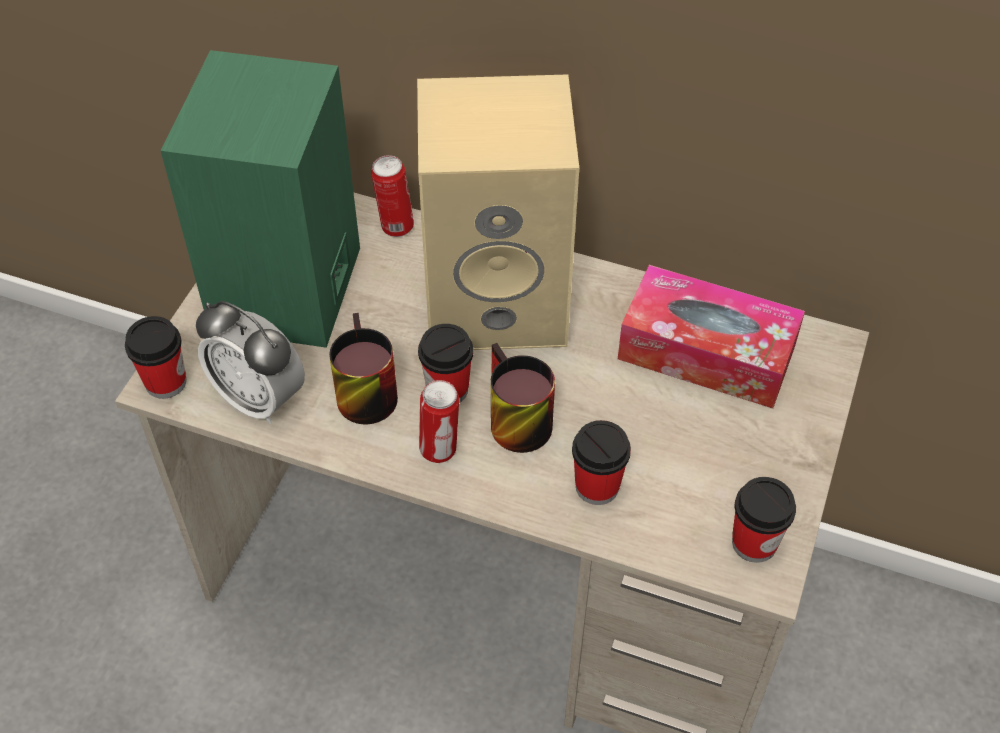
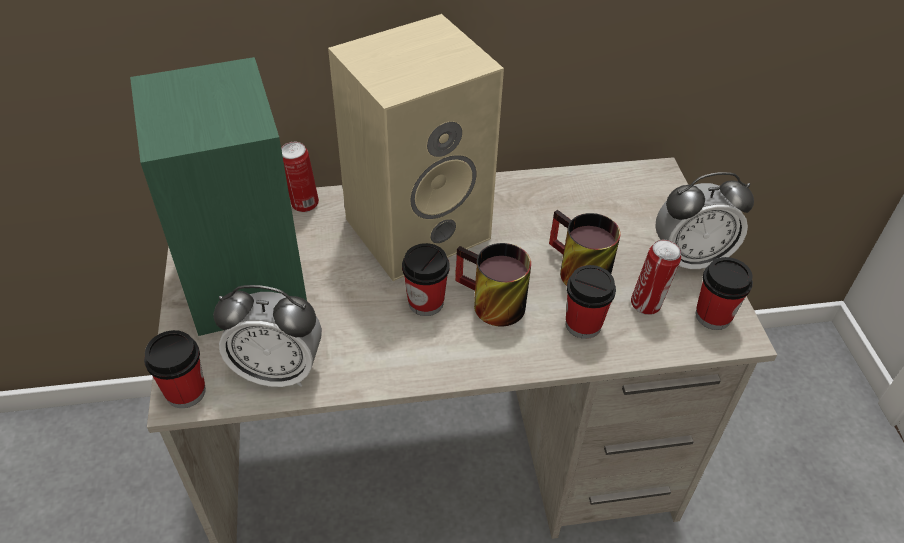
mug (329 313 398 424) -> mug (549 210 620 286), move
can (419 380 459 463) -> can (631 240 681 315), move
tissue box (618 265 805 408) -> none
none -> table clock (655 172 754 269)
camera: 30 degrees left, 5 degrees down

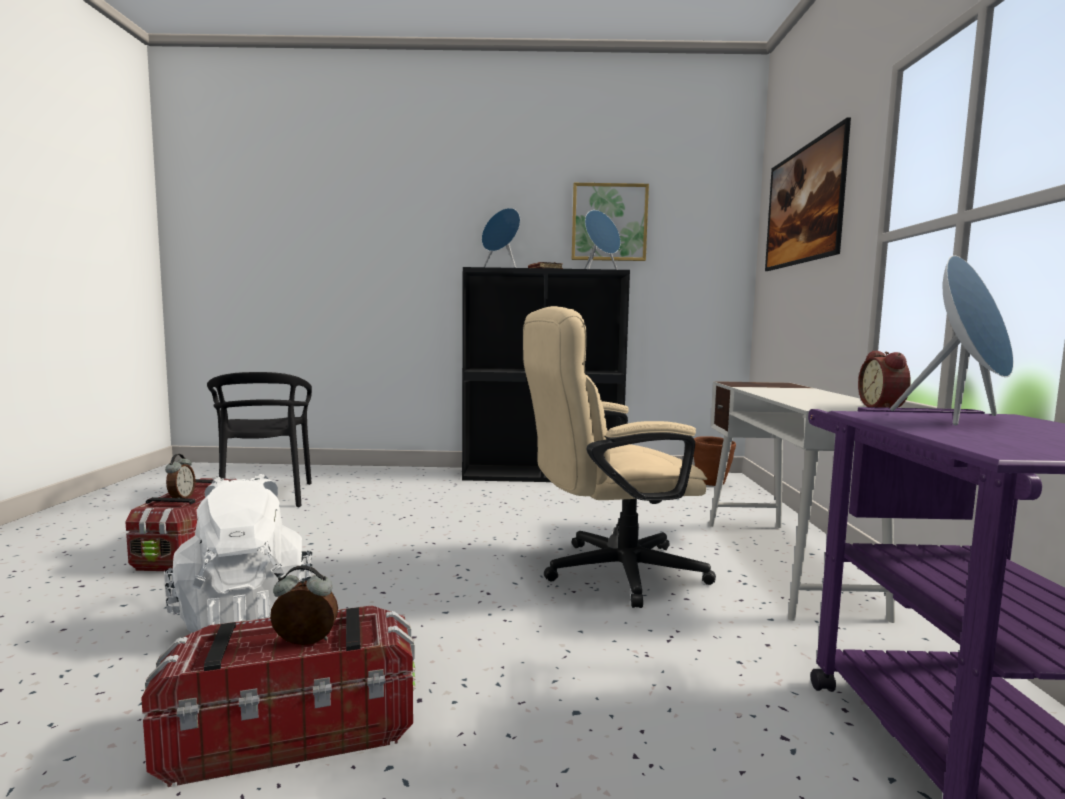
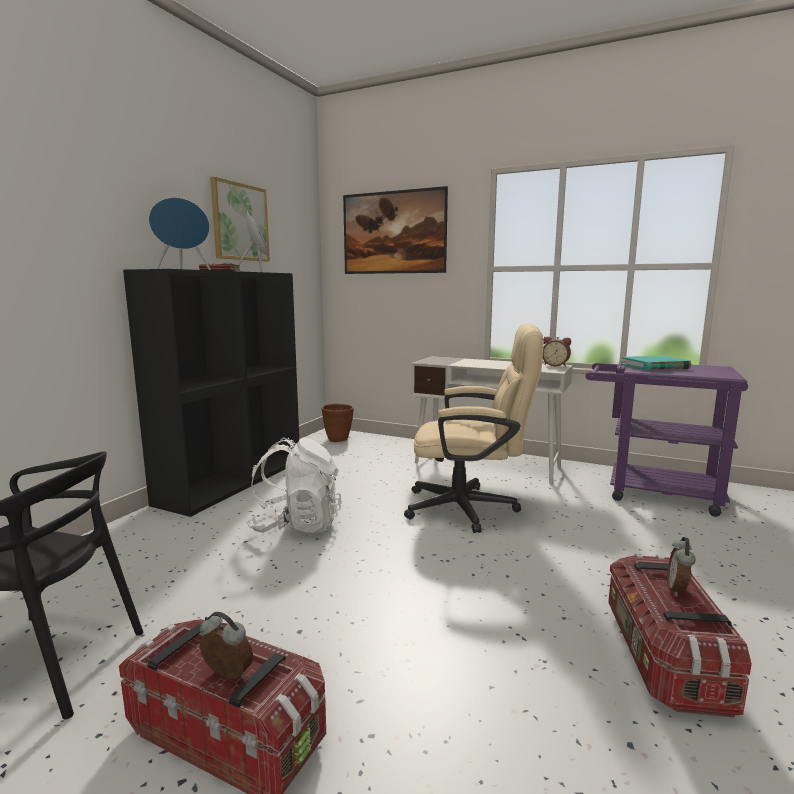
whitish backpack (164 474 313 633) -> whitish backpack (246 438 342 533), move
beige computer chair (523 306 716 608) -> beige computer chair (404 323 544 533), 90 degrees counterclockwise
blue loudspeaker (890 255 1014 425) -> blue-green book (621 356 691 371)
camera: 65 degrees left, 5 degrees up

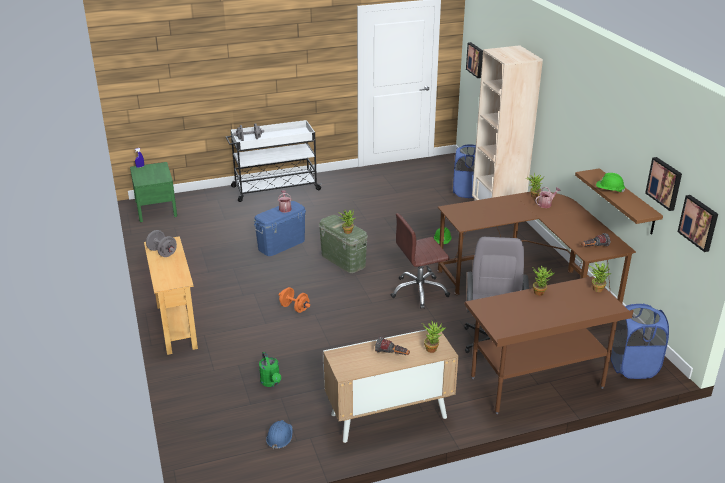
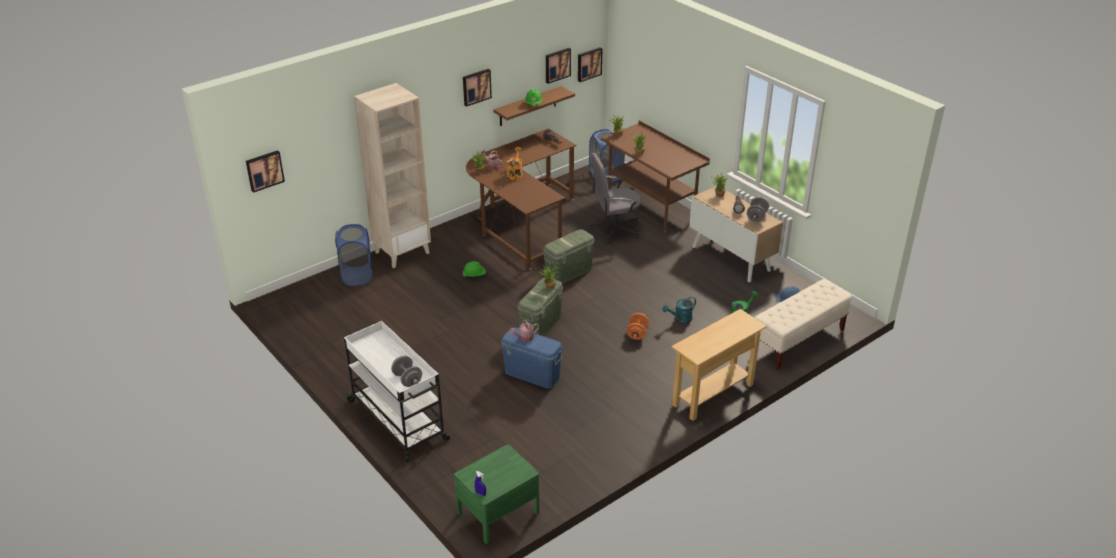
gray hand weight (146 230 177 257) -> gray hand weight (747 197 769 222), move
brown-coloured computer chair (391 213 450 309) -> green storage bin (543 229 594 284)
none -> wall picture (463 69 492 107)
none -> orangey sprinkling can (507 147 522 180)
none -> blue-green sprinkling can (662 297 696 324)
none -> beige long seat (754 279 852 370)
camera: 110 degrees left, 5 degrees up

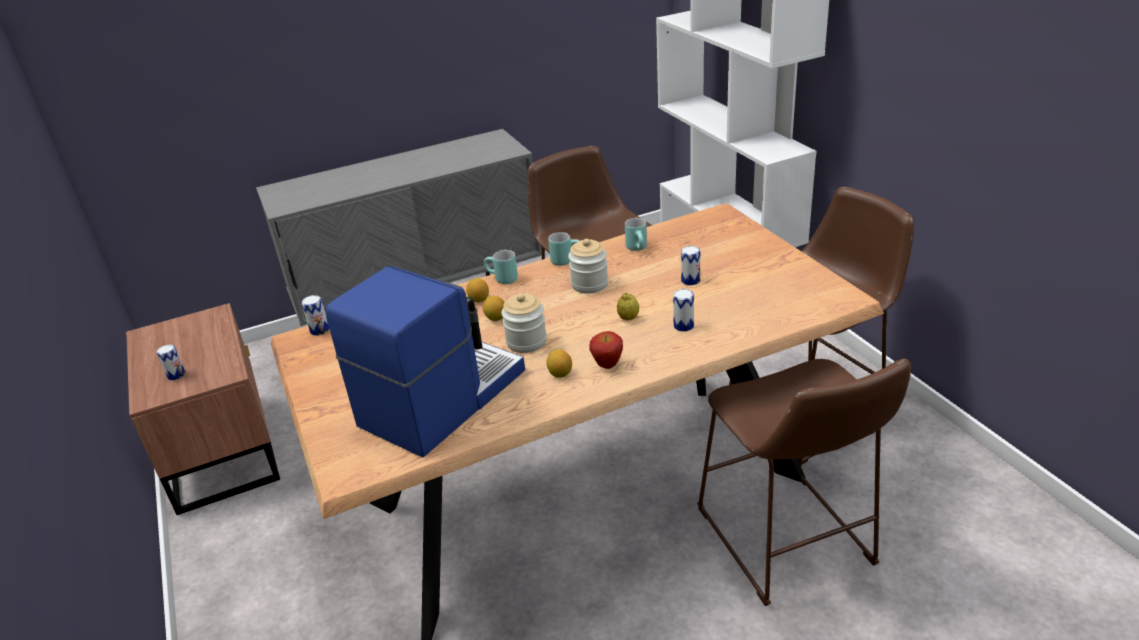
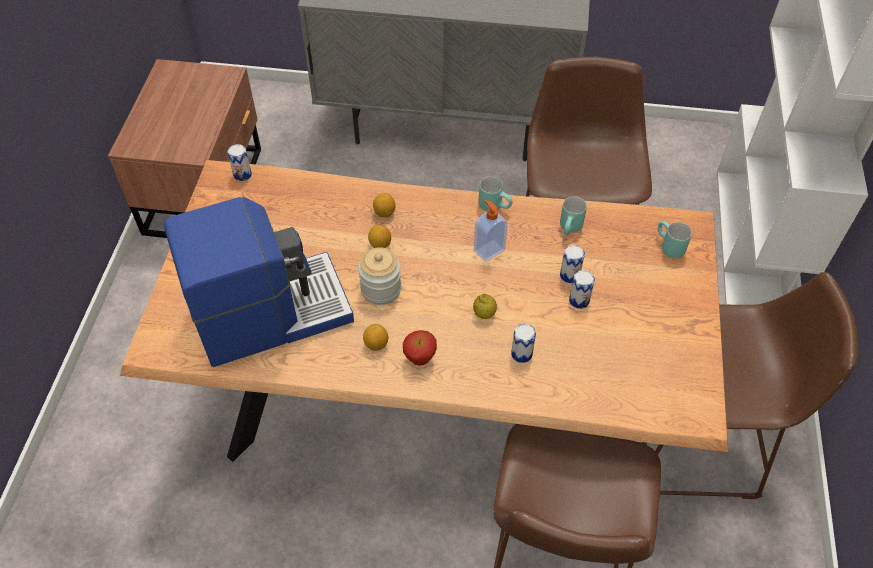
can (157 344 185 380) -> can (560 245 585 283), move
blue-green mug (484 250 518 284) -> blue-green mug (658 221 692 259), move
jar (568 239 608 294) -> soap bottle (474 200 508 262)
camera: 30 degrees right, 20 degrees up

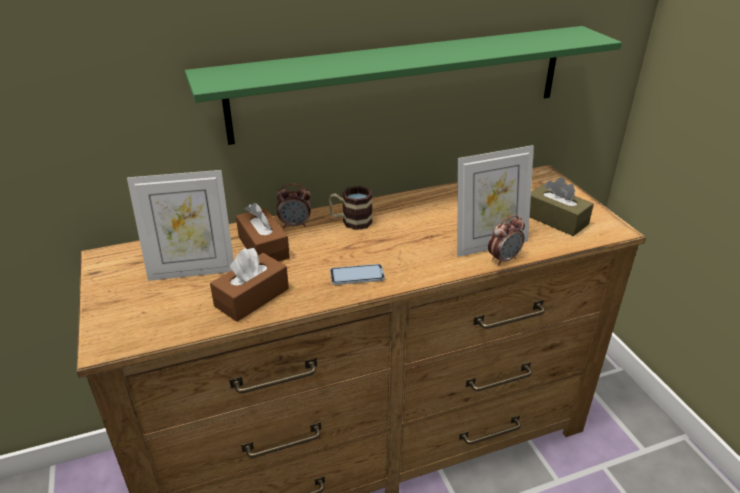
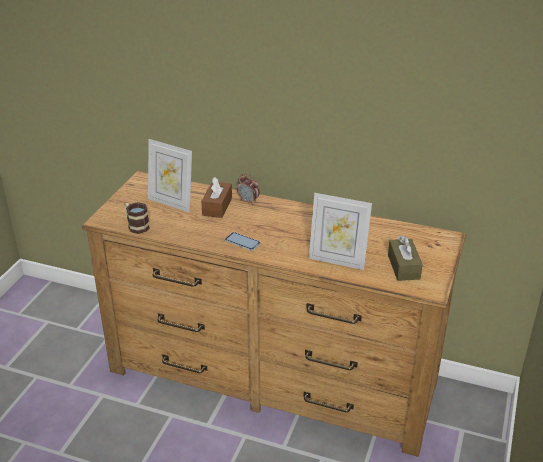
green wall shelf (185 26 622 145) -> none
brown-coloured tissue box (210 248 289 322) -> none
mug (329 186 373 230) -> mug (124 202 150 234), move
table clock (488 215 525 266) -> none
camera: 40 degrees right, 0 degrees up

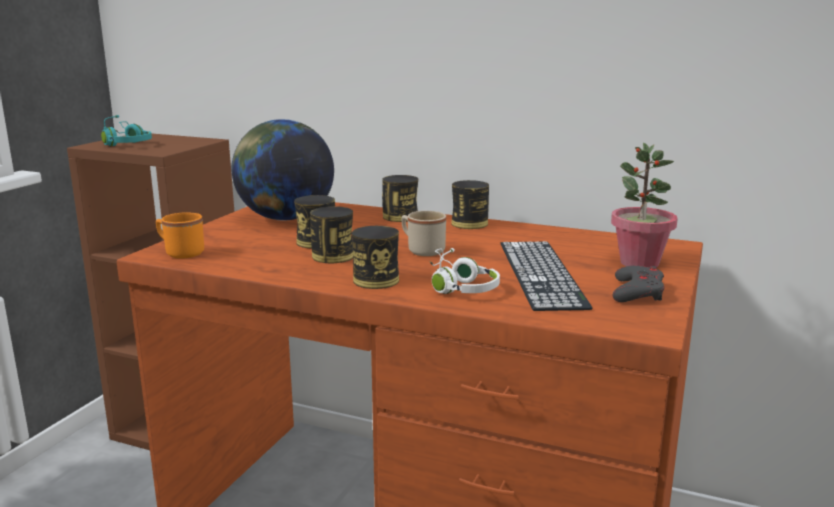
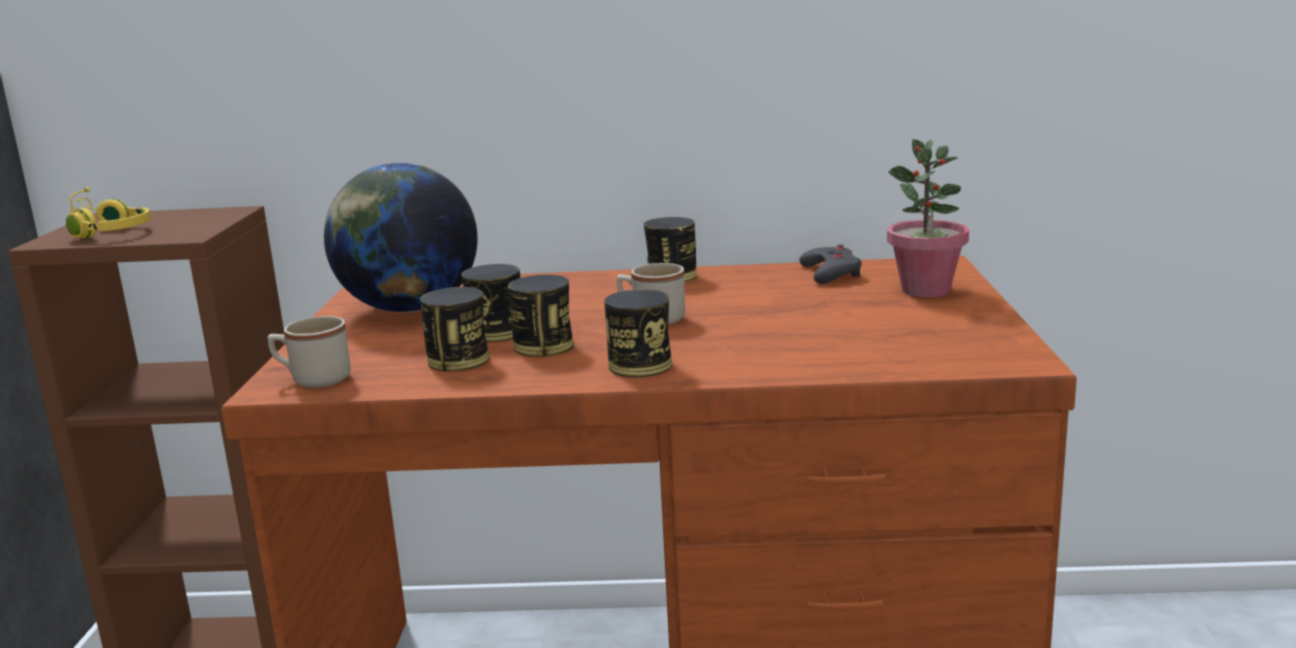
blue-green pair of headphones (101 115 152 146) -> yellow pair of headphones (66 187 151 239)
orangey mug (156 212 204 259) -> beige mug (268 316 351 388)
can (382 175 418 222) -> can (420 287 490 372), move
whitish pair of headphones (429 248 500 294) -> none
computer keyboard (501 241 593 311) -> none
gray joypad (613 266 664 302) -> gray joypad (799 244 862 284), move
camera: 20 degrees left, 0 degrees up

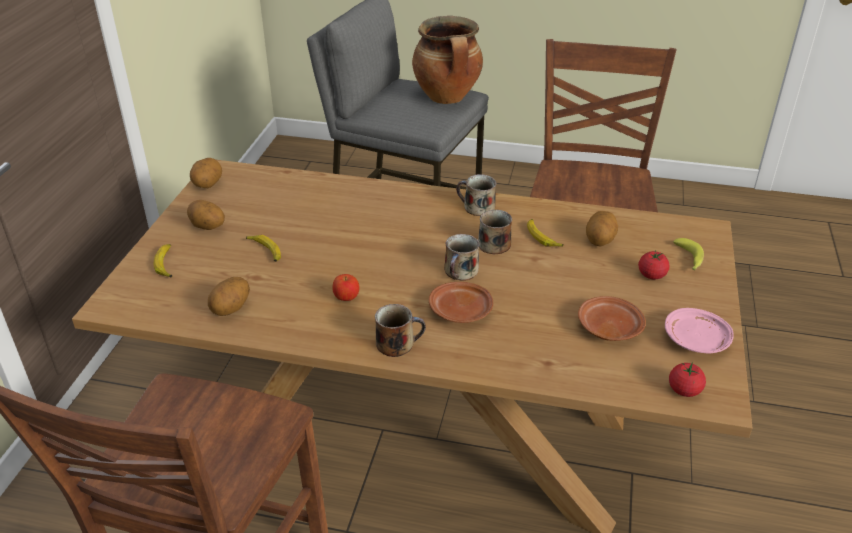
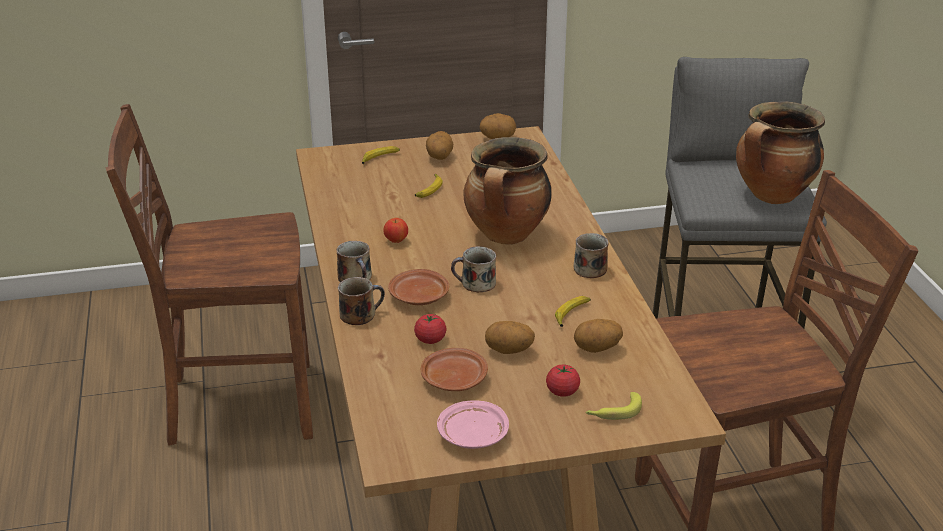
potato (208 277 250 316) -> potato (485 321 535 354), move
mug (478 210 512 254) -> mug (338 277 385 325), move
tomato (669 362 706 397) -> tomato (414 314 446 344), move
none -> cooking pot (464 137 551 245)
camera: 65 degrees right, 5 degrees down

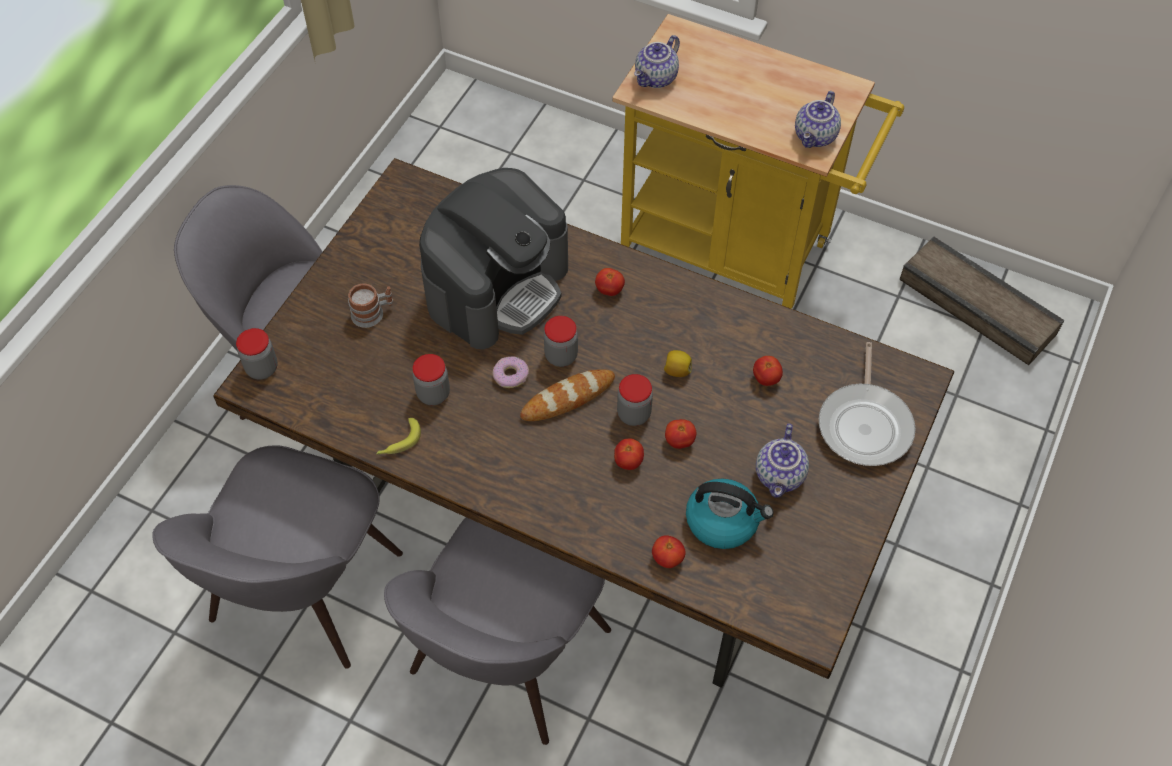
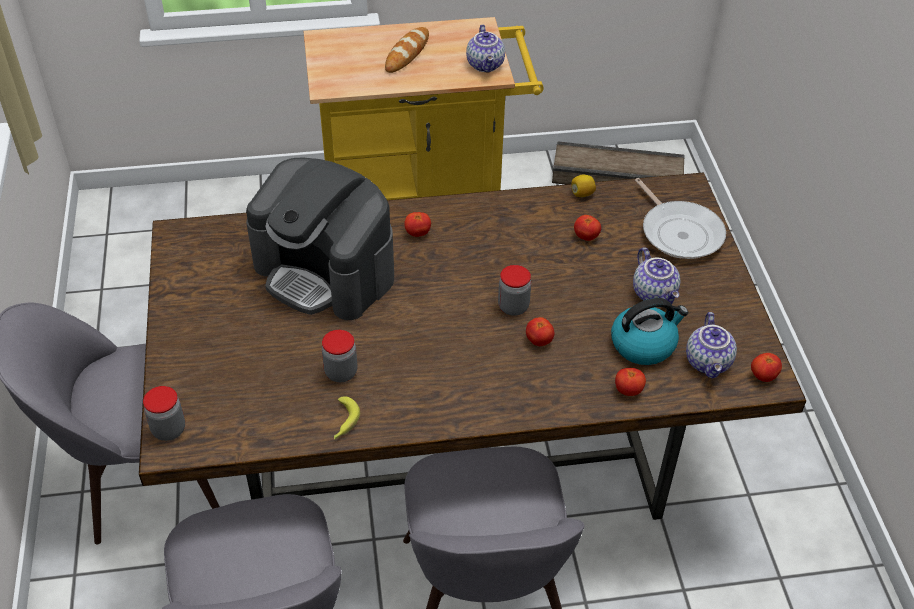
mug (348 284 393 328) -> none
coffee brewer (419 168 568 349) -> coffee brewer (246 158 394 320), 120 degrees clockwise
doughnut (493 356 529 388) -> none
bakery bread (520 369 615 421) -> bakery bread (385 27 429 73), move
jar (544 316 578 367) -> none
tea pot (634 35 680 88) -> tea pot (686 312 737 379), move
lemon (664 350 692 377) -> lemon (572 175 596 197), move
tomato (665 419 696 449) -> tomato (751 353 782 382), move
camera: 35 degrees left, 10 degrees down

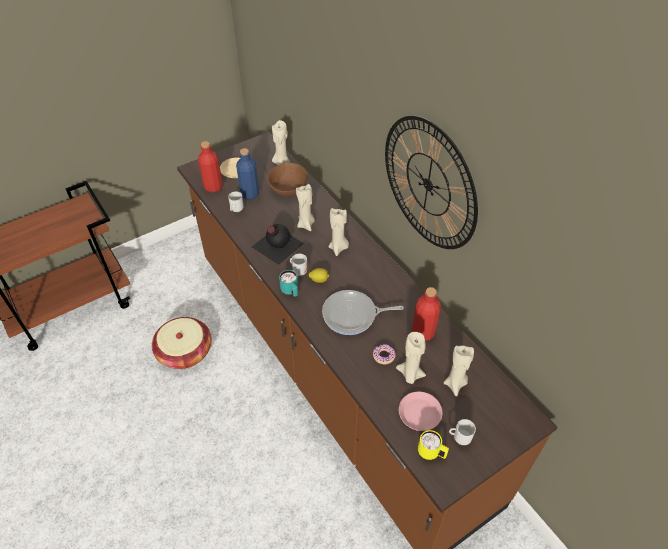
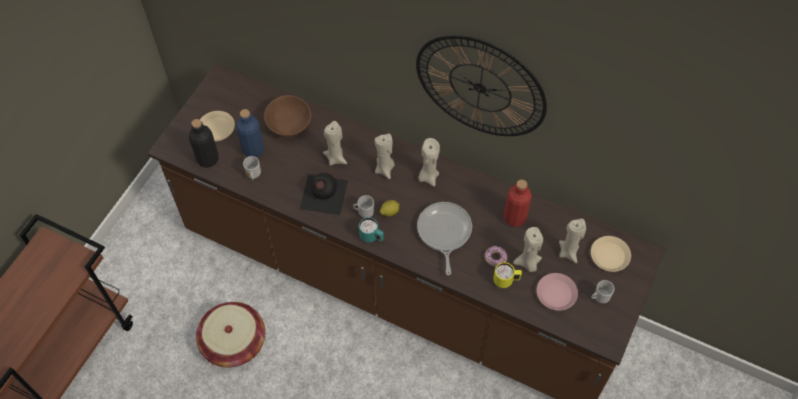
red-coloured drink bottle (198 141 223 192) -> black-coloured drink bottle (189 119 219 168)
beige candle (272 120 290 165) -> beige candle (418 138 440 187), move
pan (322 290 404 335) -> pan (417 202 472 275), 120 degrees clockwise
yellow mug (418 430 449 460) -> yellow mug (493 262 522 288), move
none -> beige dinner plate (591 236 631 272)
camera: 30 degrees left, 10 degrees up

